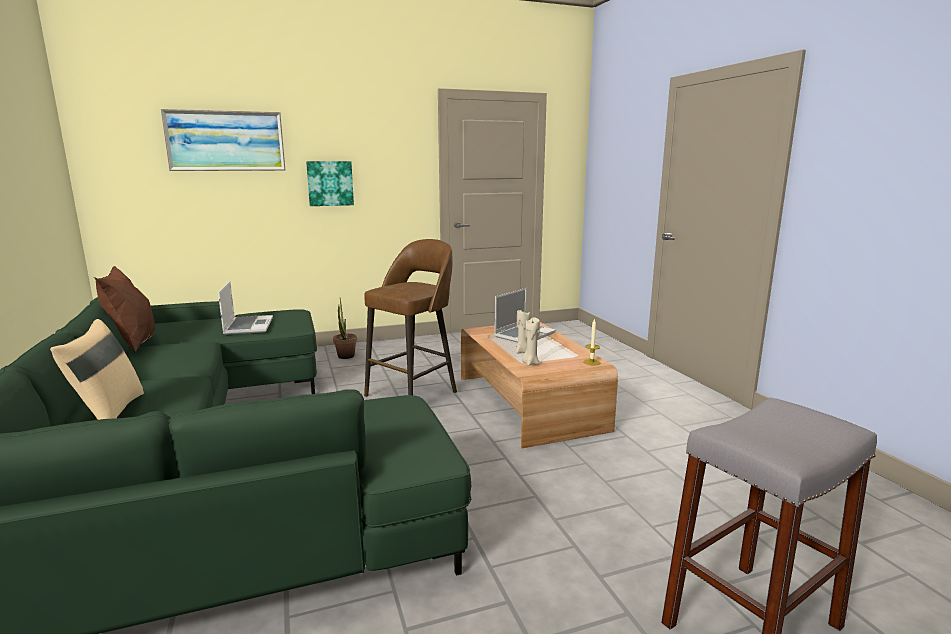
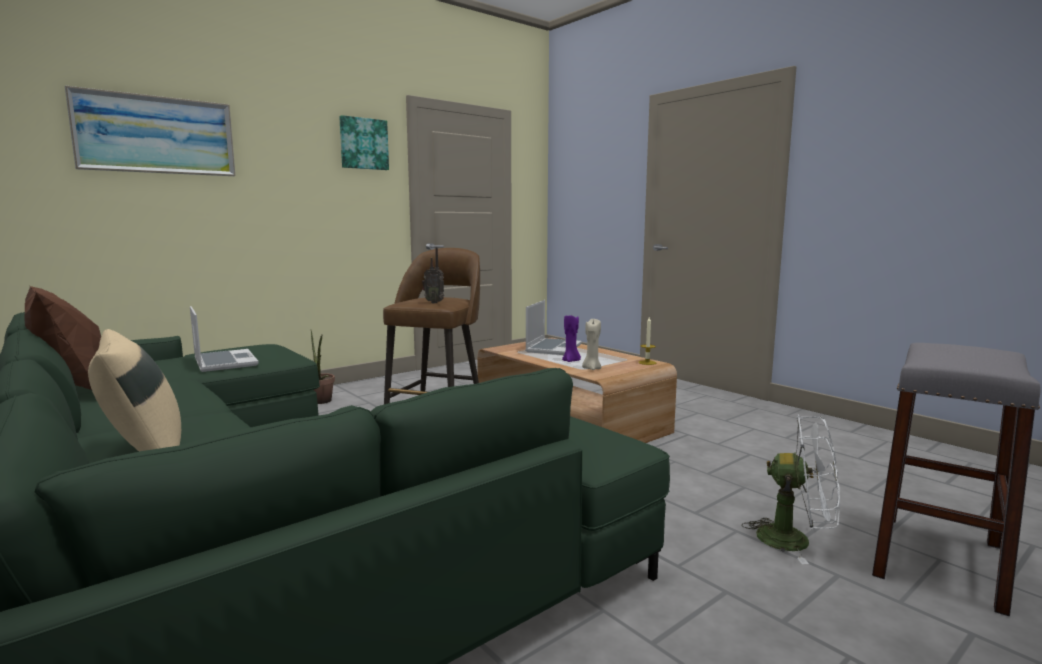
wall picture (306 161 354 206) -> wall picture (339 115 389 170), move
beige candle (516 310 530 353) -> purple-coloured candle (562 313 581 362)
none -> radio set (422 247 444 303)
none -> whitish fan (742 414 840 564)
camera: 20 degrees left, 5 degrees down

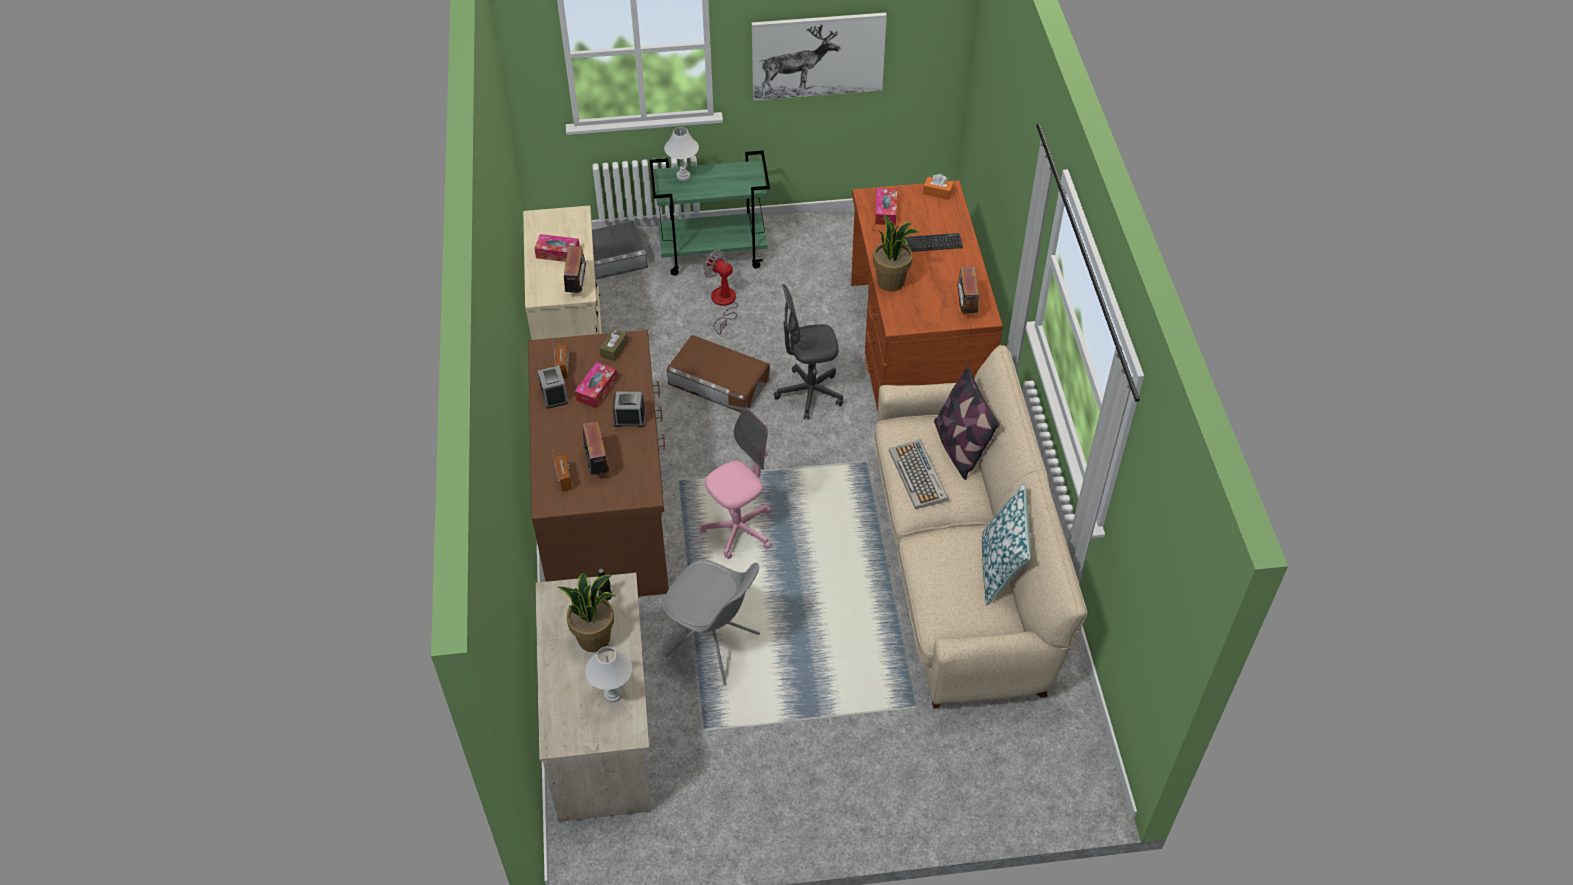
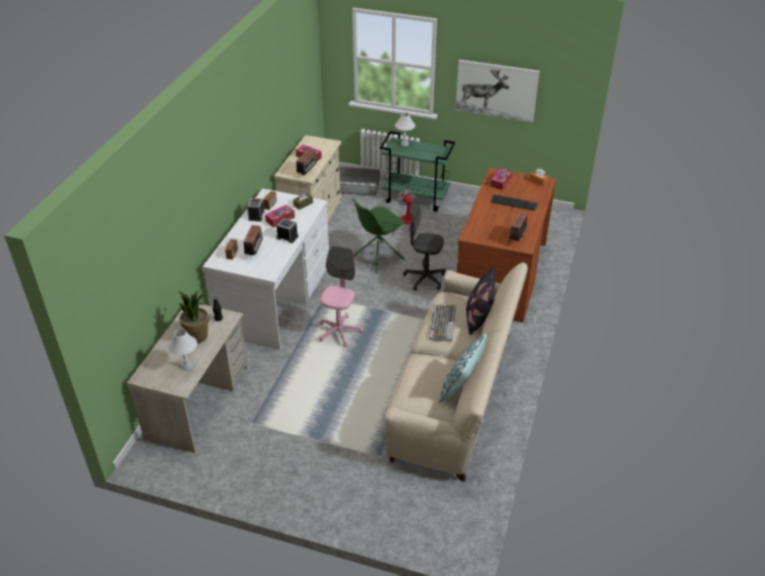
brown-coloured desk (528 330 669 597) -> whitish desk (203 189 329 350)
gray upright chair (662 560 760 685) -> none
brown-coloured storage bin (667 335 770 413) -> green upright chair (352 198 404 274)
pink computer chair (700 408 771 559) -> pink computer chair (319 245 364 347), 60 degrees counterclockwise
potted plant (873 213 919 291) -> none
camera: 25 degrees right, 10 degrees down

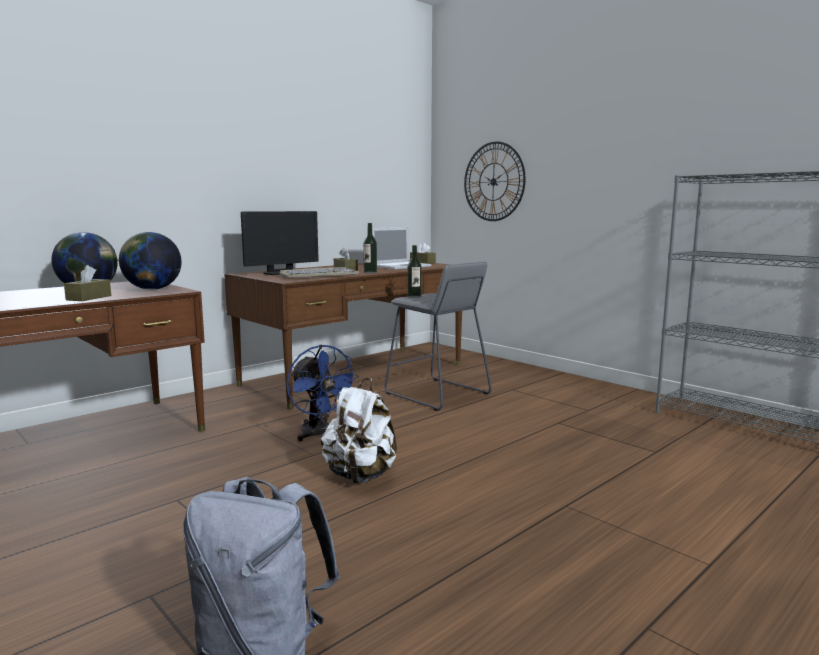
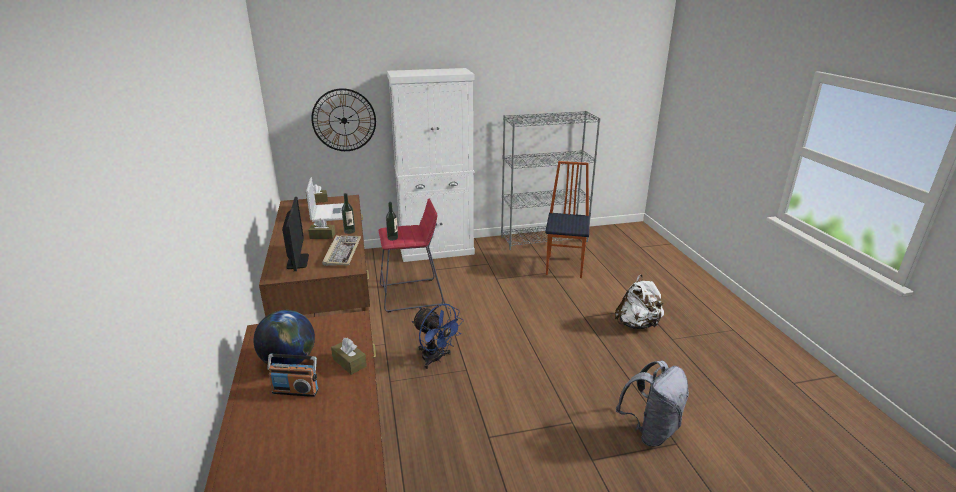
globe (119 232 182 290) -> none
blue fan (286 345 359 442) -> blue fan (412 303 464 369), 45 degrees clockwise
whitish backpack (321 378 397 484) -> whitish backpack (615 275 664 329), move
gray stool seat (385 262 492 411) -> red-coloured stool seat (378 198 444 312)
none -> radio set (267 354 319 397)
none -> whitish storage cabinet (387 68 475 262)
none -> upright chair (545 161 590 278)
camera: 60 degrees left, 15 degrees up

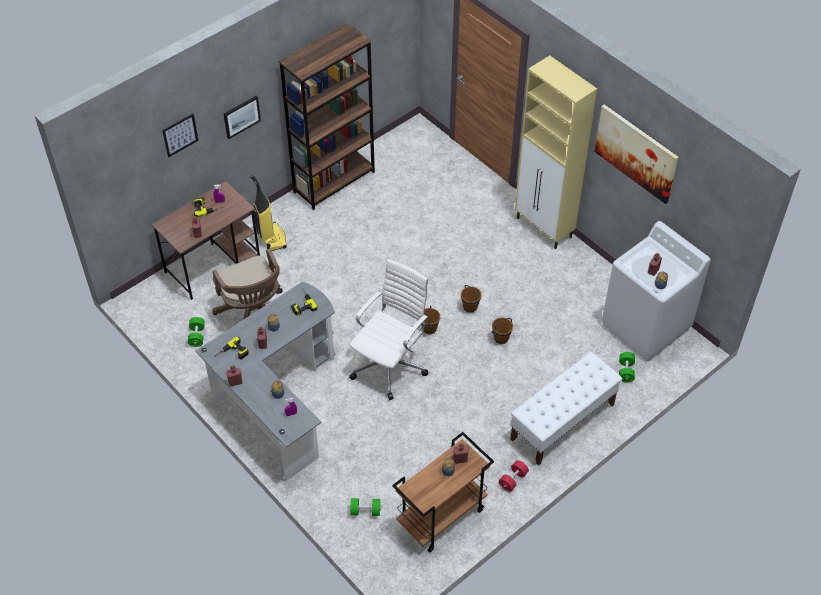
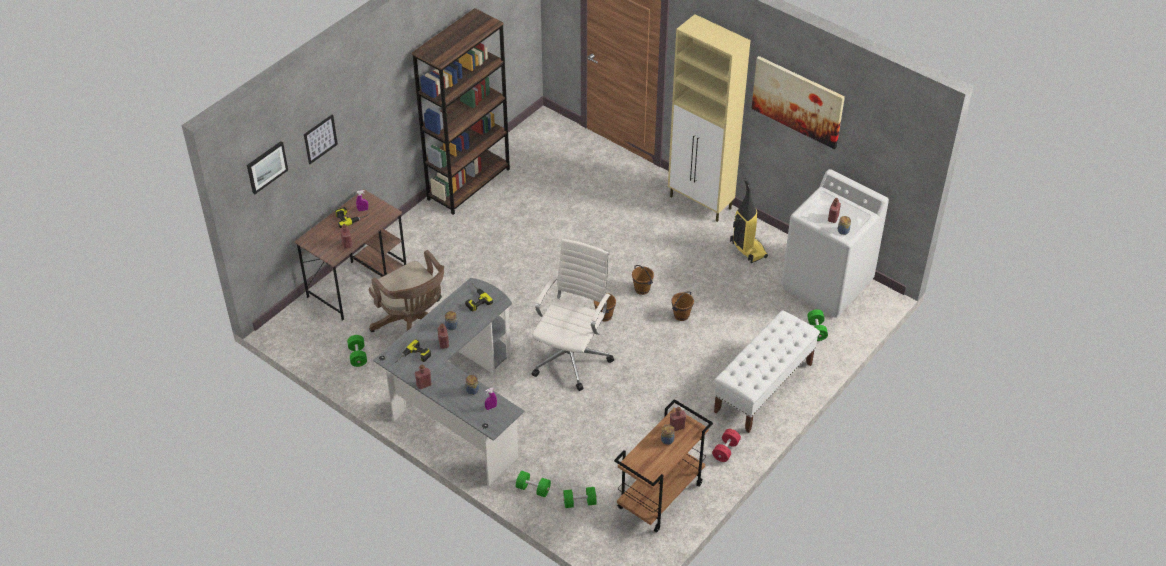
wall picture (224 96 261 139) -> wall picture (247 141 288 194), move
vacuum cleaner (250 174 287 251) -> vacuum cleaner (730 178 768 263), move
none -> green hand weight (516 471 551 497)
camera: 10 degrees left, 5 degrees down

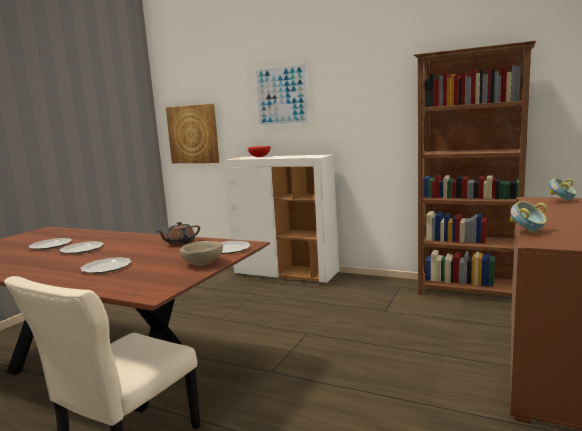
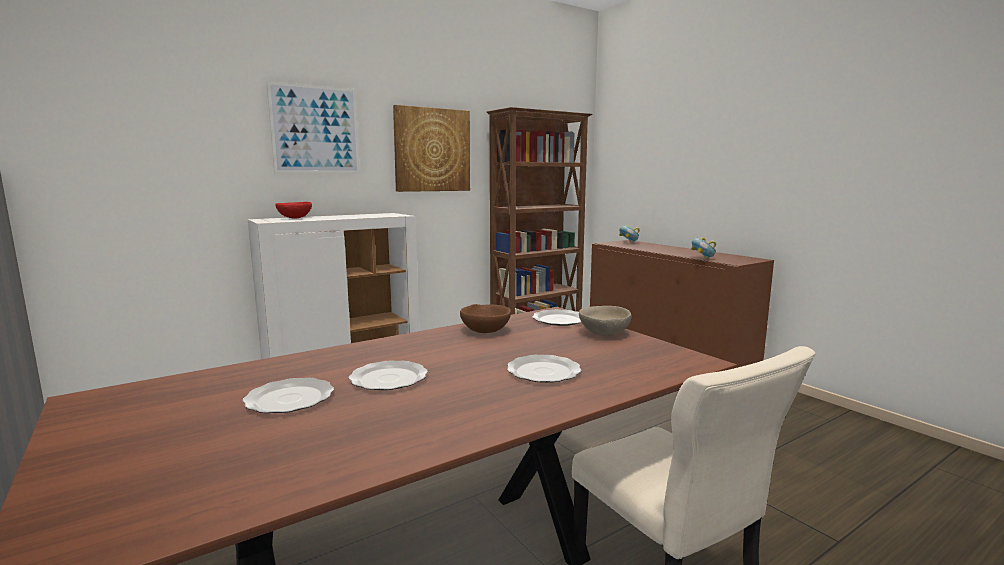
brown-coloured tea pot (157 222 200 246) -> brown-coloured serving bowl (460 304 511 333)
wall picture (166 104 219 163) -> wall picture (393 105 470 192), move
camera: 60 degrees left, 0 degrees up

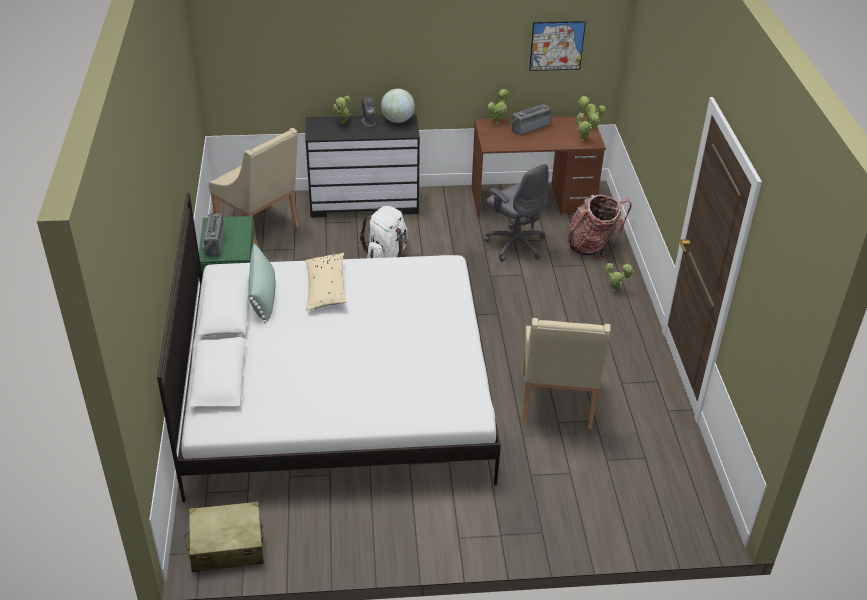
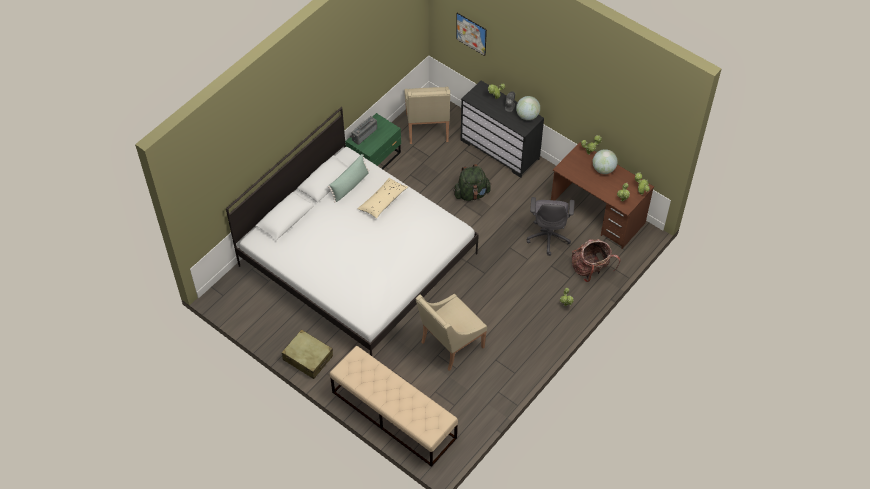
beige piece of luggage (185 501 264 572) -> beige piece of luggage (282 329 333 379), move
whitish backpack (360 206 408 258) -> green backpack (454 164 491 201)
radio set (510 104 551 135) -> globe (593 149 618 174)
wall picture (529 21 586 71) -> wall picture (456 13 487 56), move
none -> beige long seat (329 346 458 467)
camera: 45 degrees right, 15 degrees up

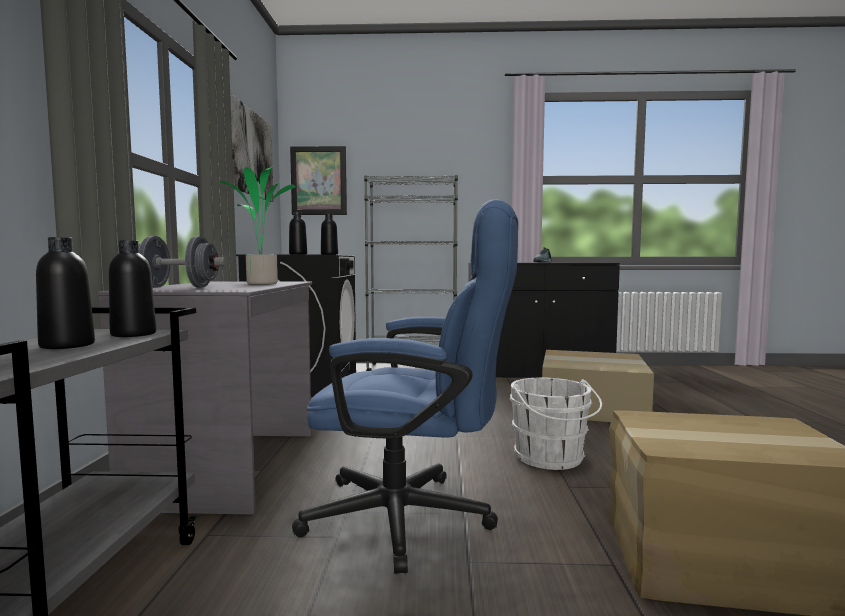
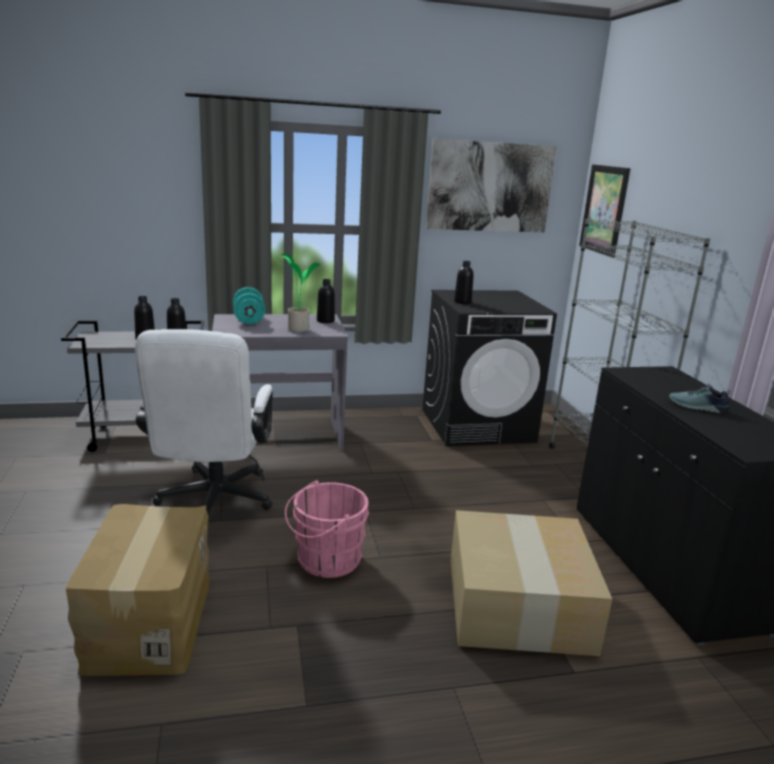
gray hand weight (139 236 226 287) -> blue-green hand weight (233 287 265 324)
blue computer chair (292 199 518 573) -> whitish computer chair (135 329 273 514)
black-coloured drink bottle (321 214 338 255) -> black-coloured drink bottle (317 279 335 323), move
whitish water bucket (509 378 602 470) -> pink water bucket (285 480 369 578)
camera: 75 degrees right, 15 degrees up

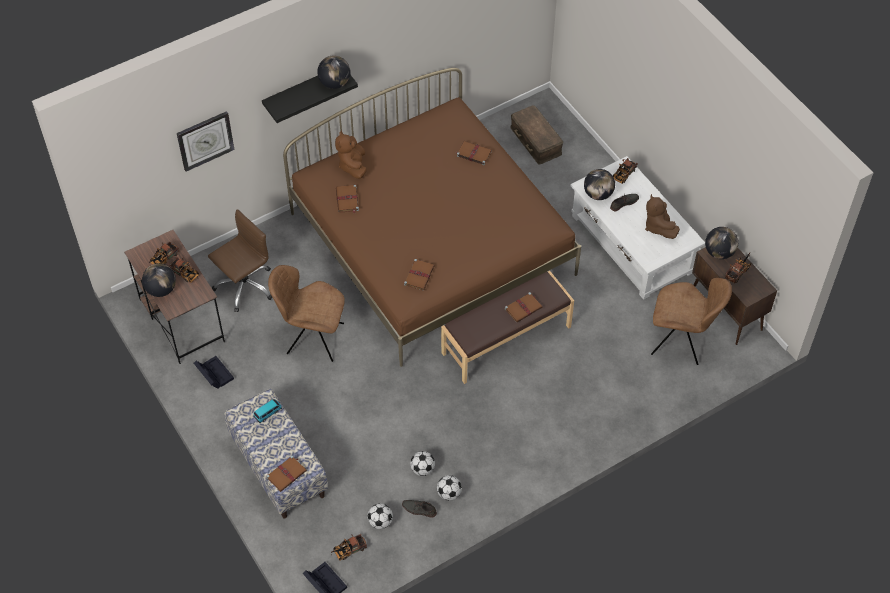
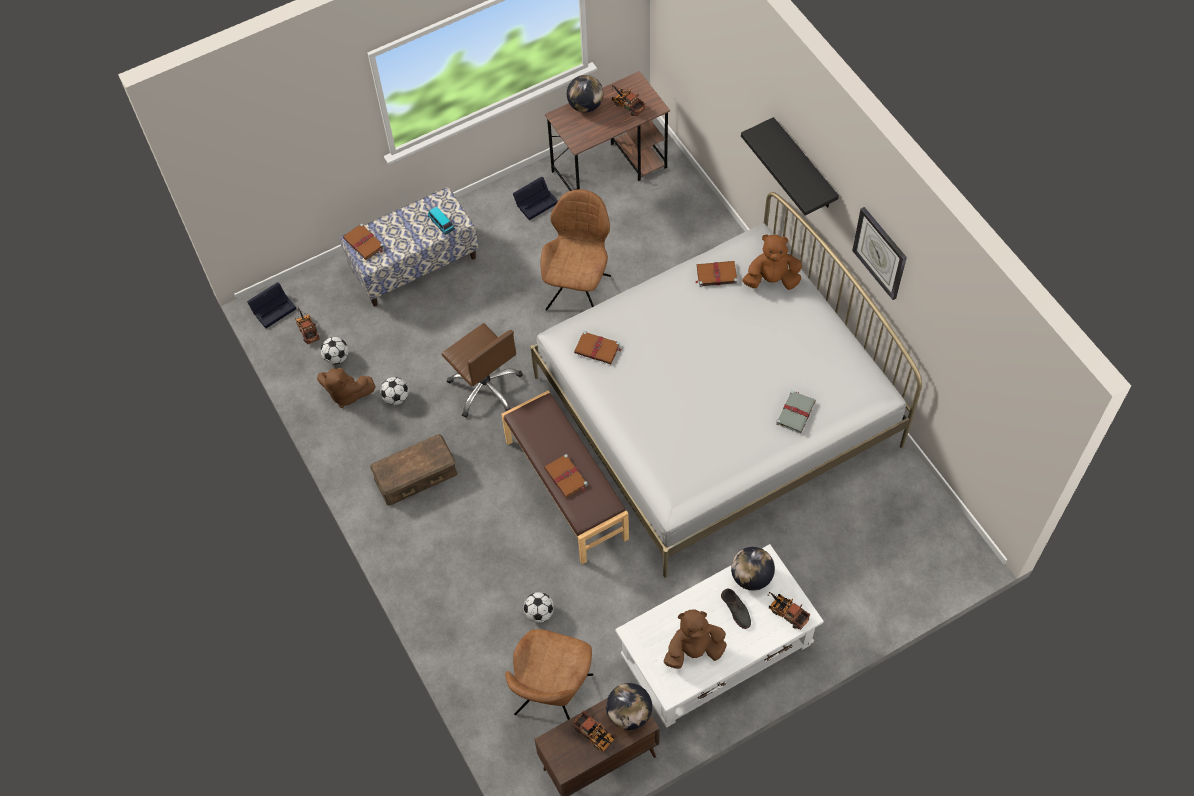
toy lorry (168 257 199 283) -> none
hanging clock (177 111 234 172) -> hanging clock (852 207 907 300), move
brown-coloured computer chair (208 209 273 312) -> brown-coloured computer chair (441 323 523 418), move
brown-coloured sleeping bed (283 68 581 367) -> whitish sleeping bed (530 192 922 578)
globe (317 56 351 89) -> none
gray low shoe (402 500 437 518) -> brown-coloured plush toy (317 368 376 408)
ball for football (437 475 462 501) -> ball for football (524 592 554 623), move
brown-coloured book (457 141 492 165) -> gray book (776 390 816 433)
brown-coloured storage bin (511 105 563 165) -> brown-coloured storage bin (370 434 458 506), move
camera: 95 degrees right, 5 degrees up

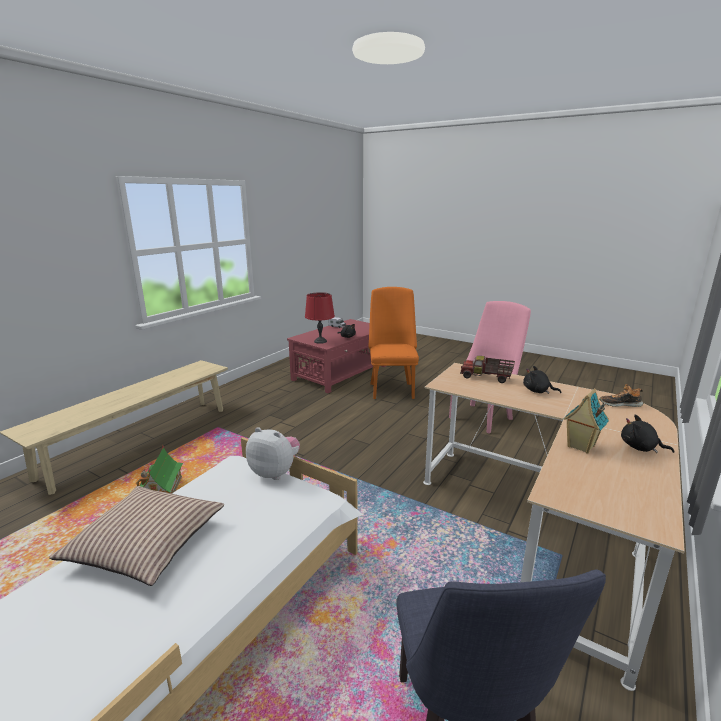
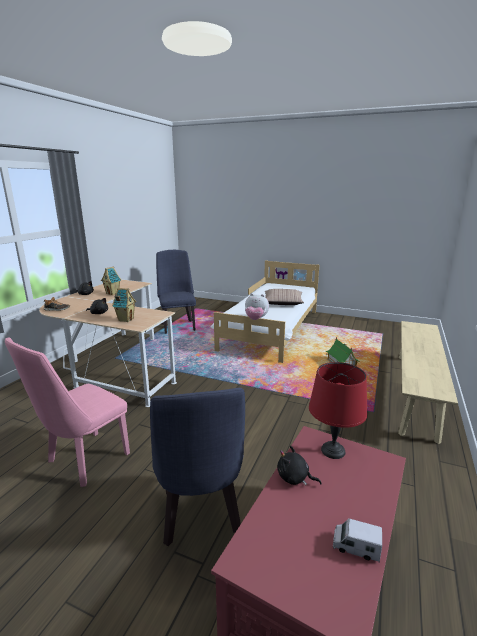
orangey upright chair (368 287 419 399) -> blue upright chair (150 388 245 546)
toy lorry (460 356 515 383) -> toy house (112 288 136 322)
camera: 170 degrees right, 0 degrees up

